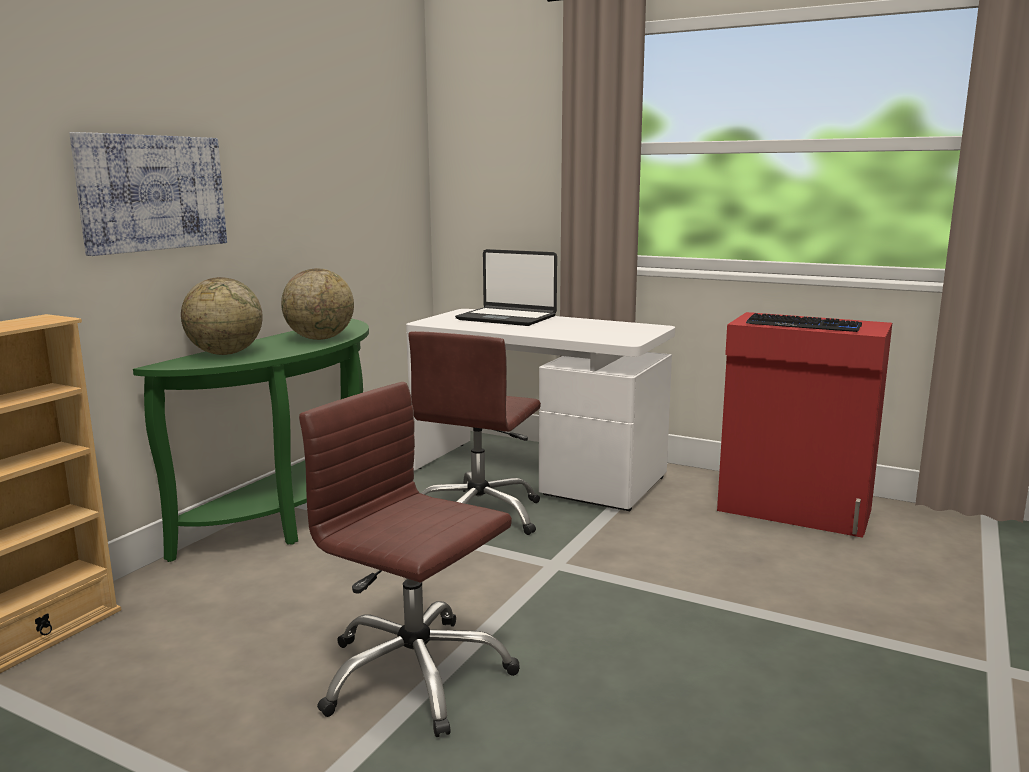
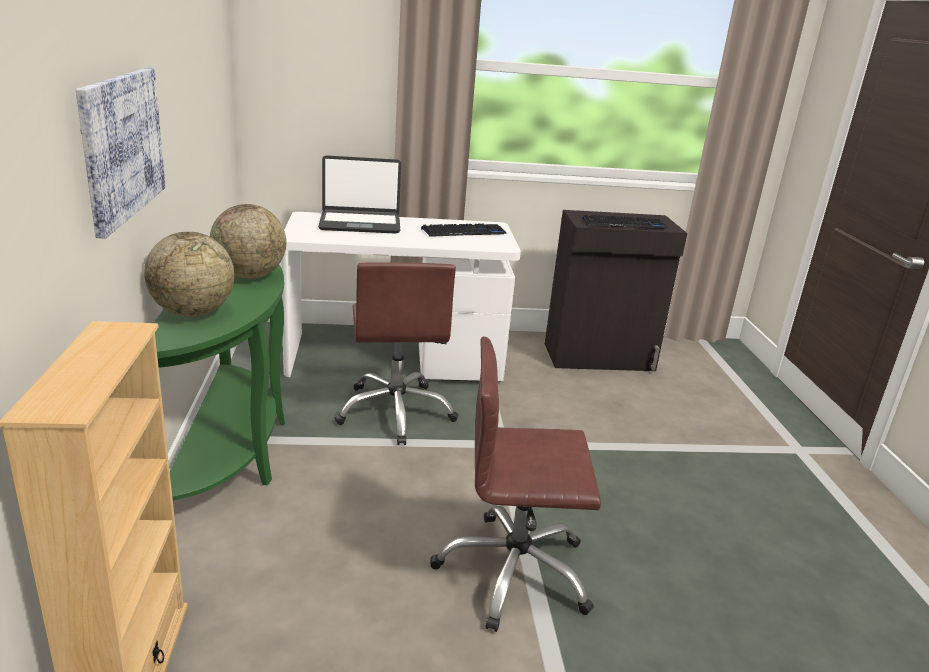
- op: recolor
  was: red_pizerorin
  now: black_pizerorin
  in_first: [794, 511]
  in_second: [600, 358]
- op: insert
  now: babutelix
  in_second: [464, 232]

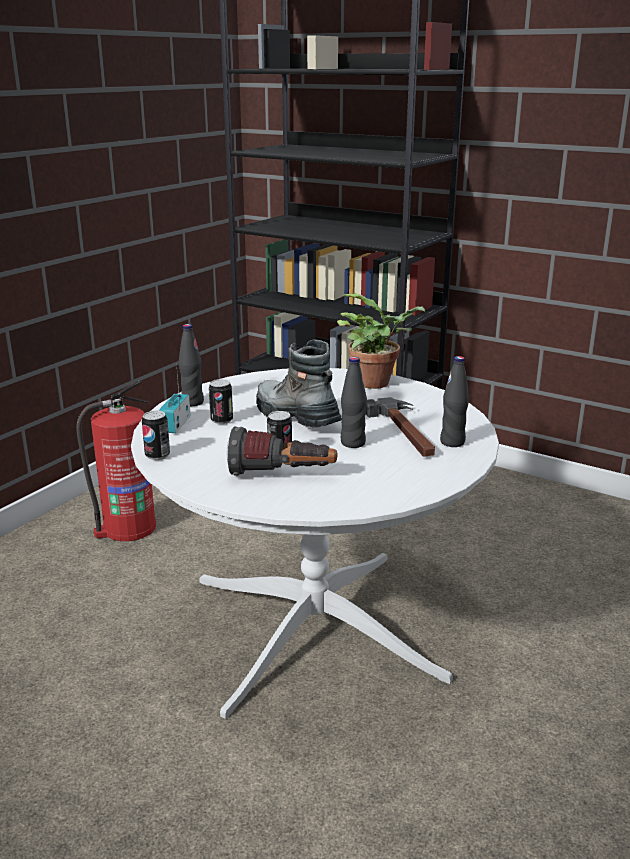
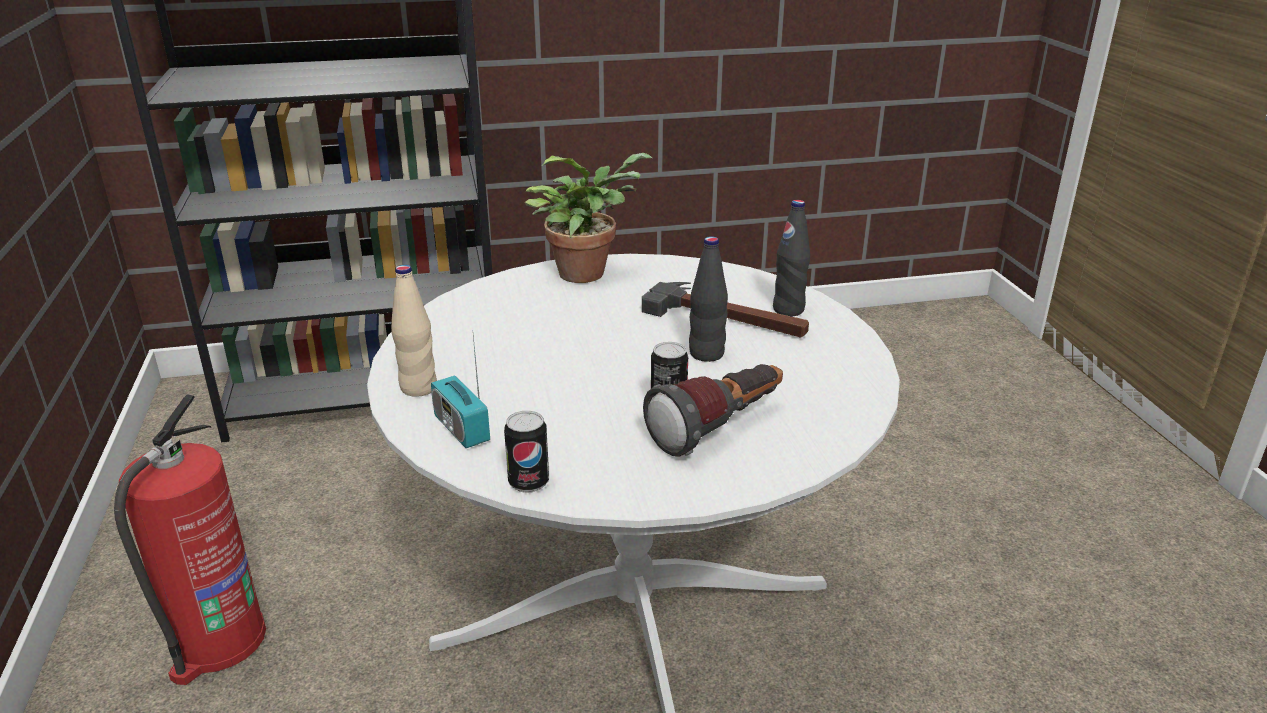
- op: recolor
  was: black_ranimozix
  now: beige_ranimozix
  in_first: [192, 402]
  in_second: [418, 388]
- op: delete
  was: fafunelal
  in_first: [295, 416]
- op: delete
  was: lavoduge
  in_first: [221, 420]

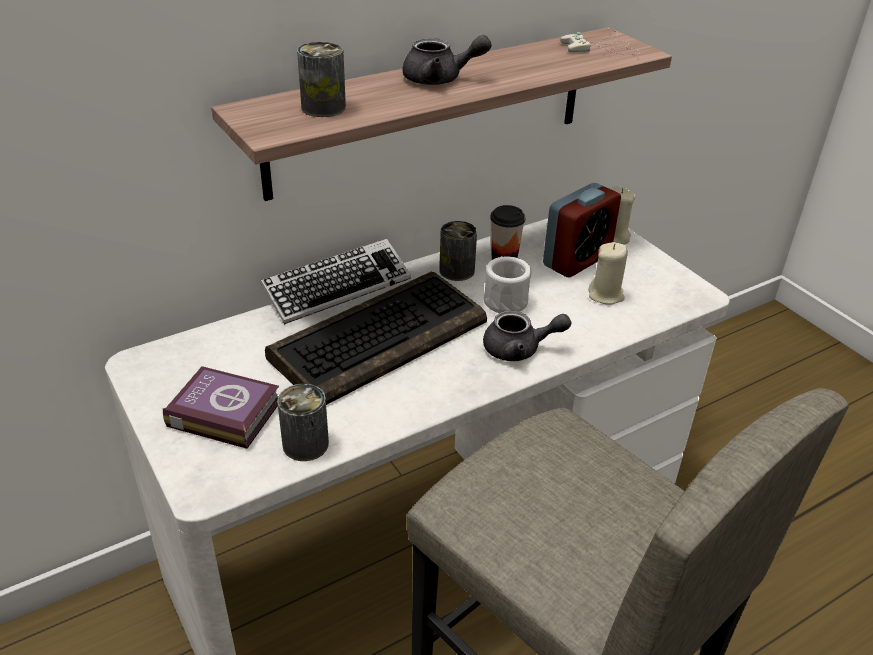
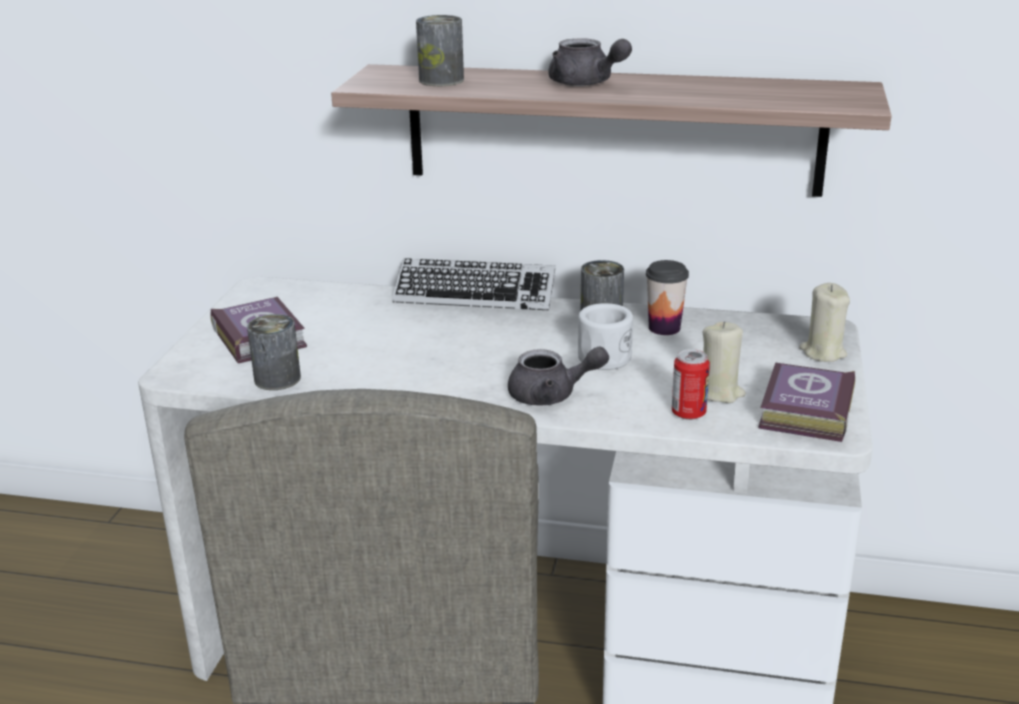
- op: delete
  was: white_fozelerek
  in_first: [602, 48]
- op: delete
  was: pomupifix
  in_first: [577, 260]
- op: delete
  was: babutelix
  in_first: [380, 338]
- op: rotate
  was: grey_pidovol
  in_first: [519, 349]
  in_second: [552, 395]
  clockwise: -45
- op: insert
  now: lavoduge
  in_second: [688, 413]
- op: insert
  now: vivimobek
  in_second: [804, 411]

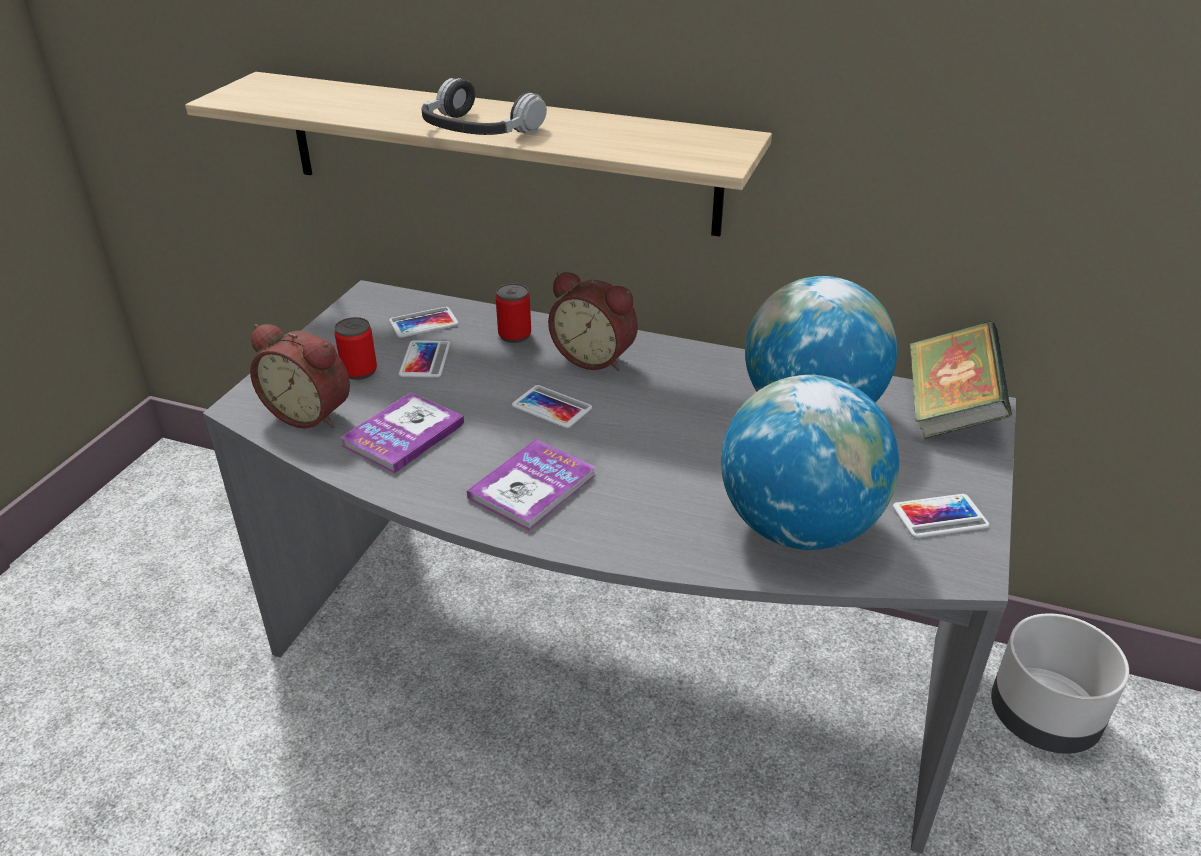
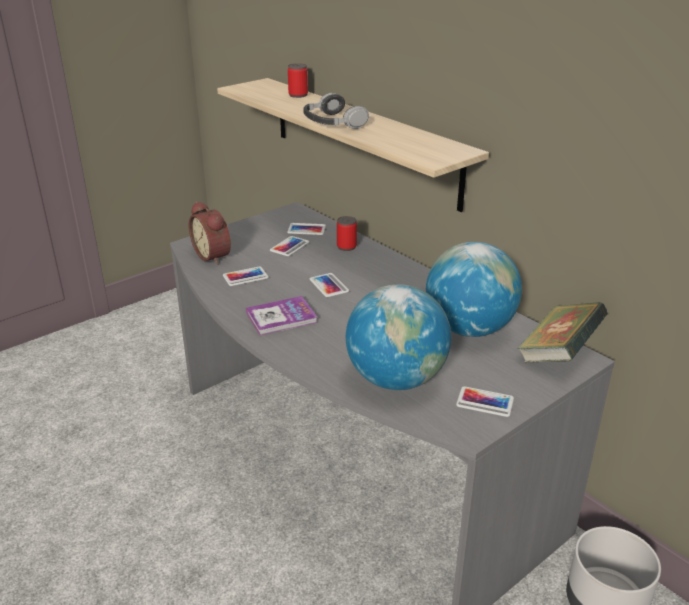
- op: delete
  was: pomupifix
  in_first: [595, 357]
- op: move
  was: lavoduge
  in_first: [359, 371]
  in_second: [298, 95]
- op: replace
  was: vivimobek
  now: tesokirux
  in_first: [403, 434]
  in_second: [245, 277]

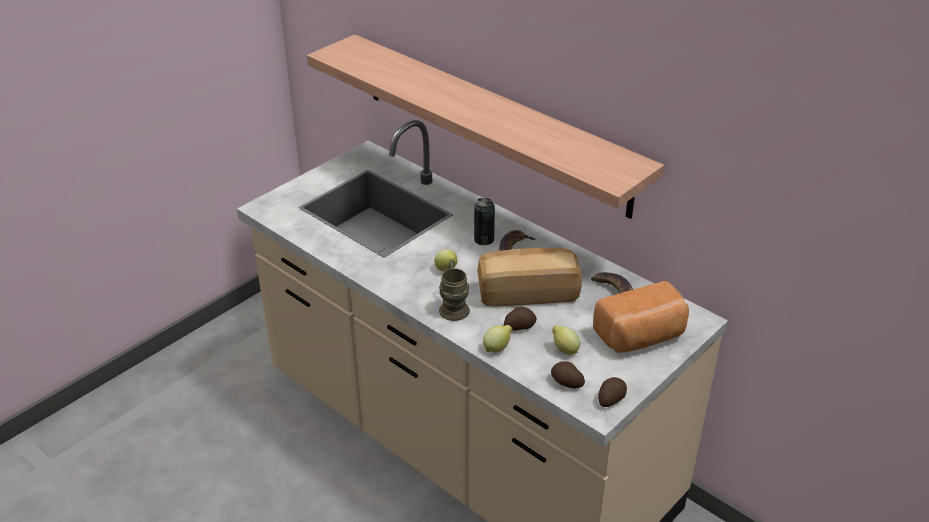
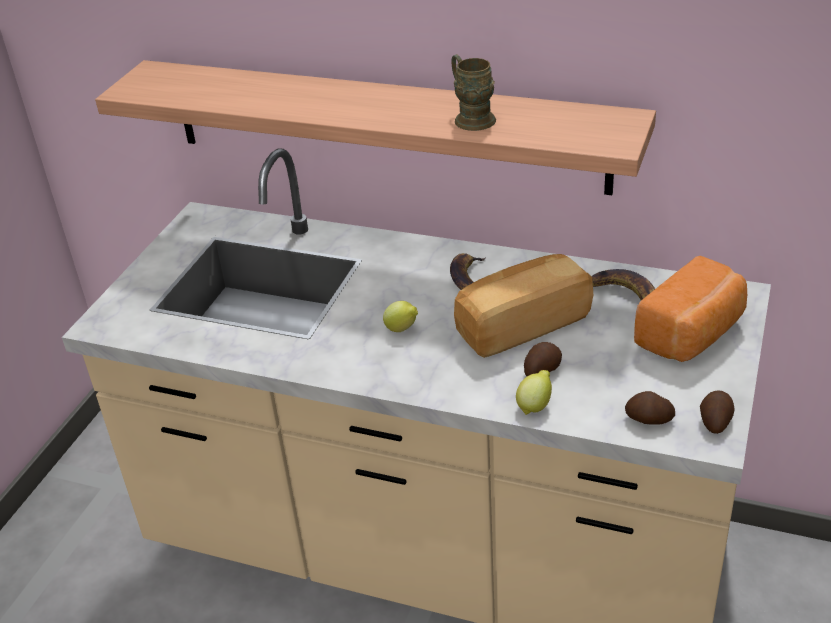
- op: delete
  was: lavoduge
  in_first: [484, 239]
- op: move
  was: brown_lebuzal
  in_first: [453, 306]
  in_second: [470, 117]
- op: delete
  was: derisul
  in_first: [564, 350]

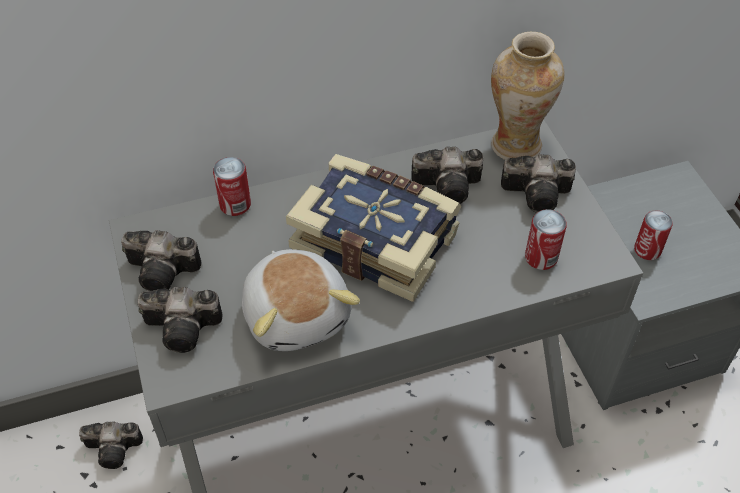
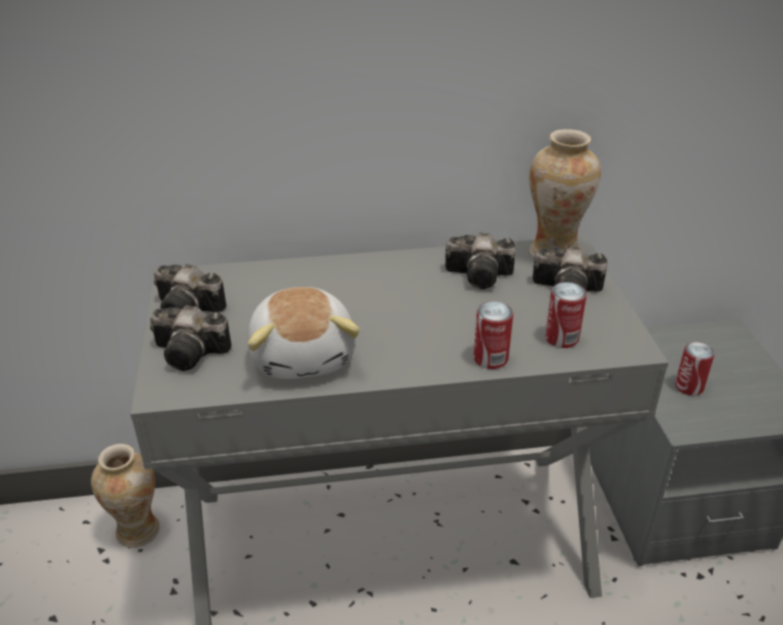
- op: delete
  was: vivimobek
  in_first: [376, 239]
- op: move
  was: lavoduge
  in_first: [235, 204]
  in_second: [490, 358]
- op: replace
  was: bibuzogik
  now: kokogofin
  in_first: [116, 449]
  in_second: [138, 531]

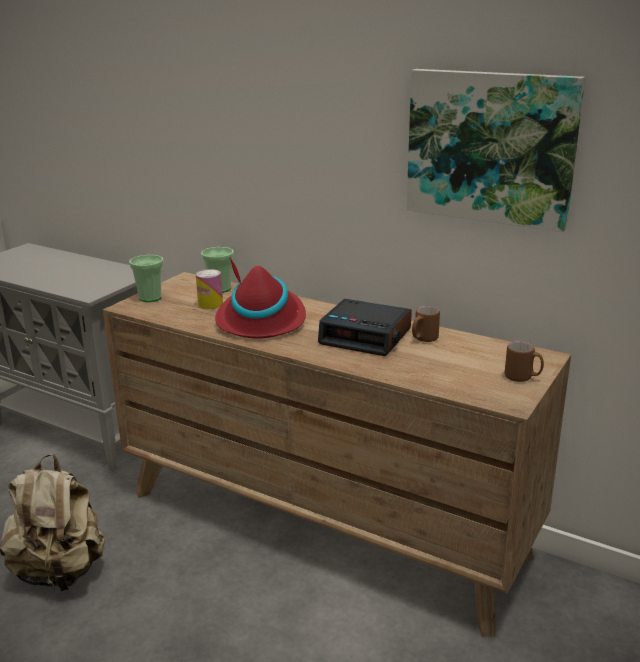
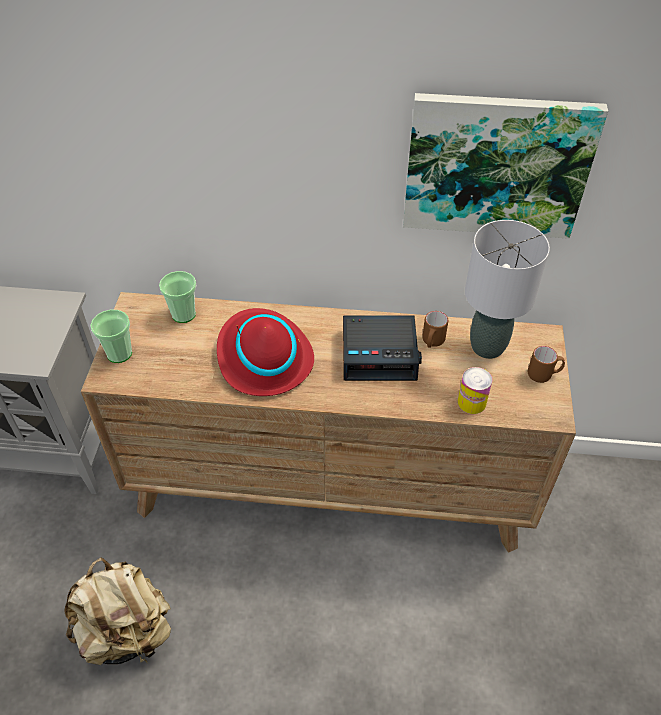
- op: move
  was: lavoduge
  in_first: [210, 304]
  in_second: [471, 402]
- op: insert
  now: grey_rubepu
  in_second: [487, 347]

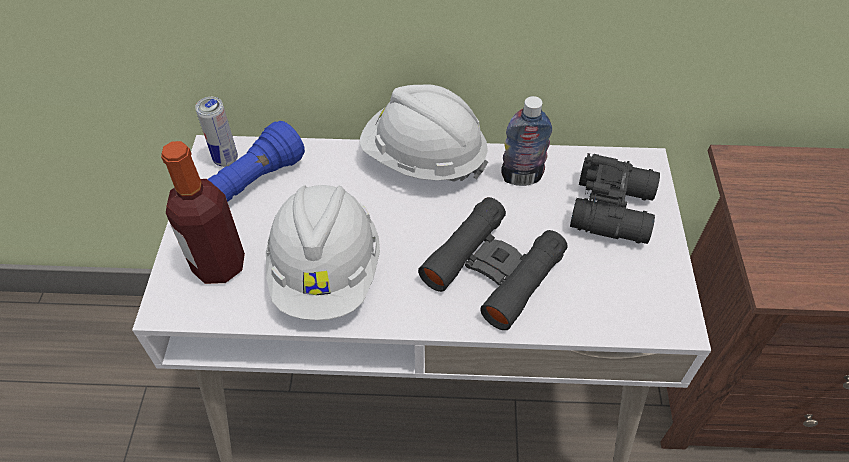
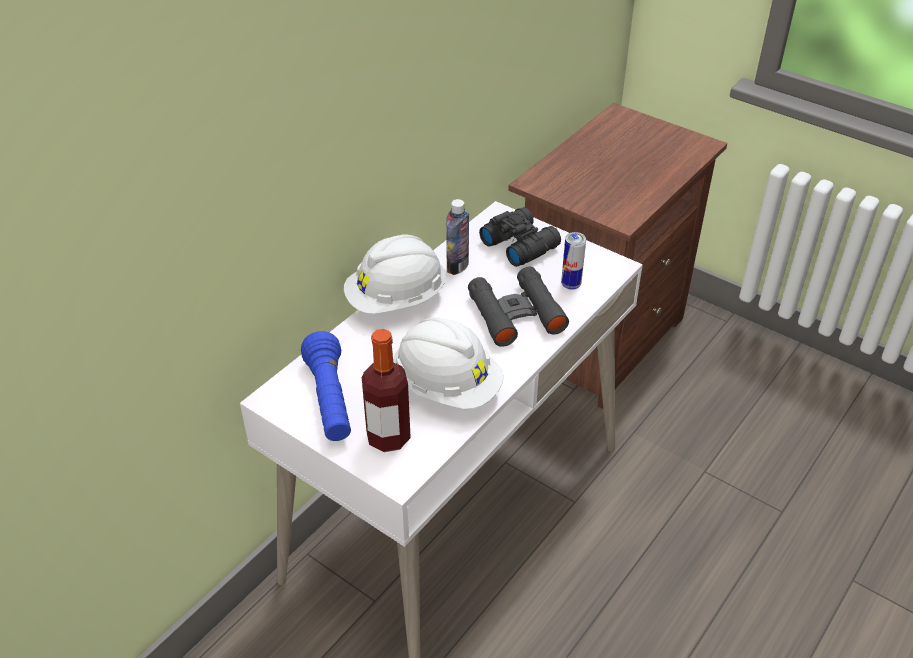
- op: move
  was: lavoduge
  in_first: [226, 159]
  in_second: [571, 285]

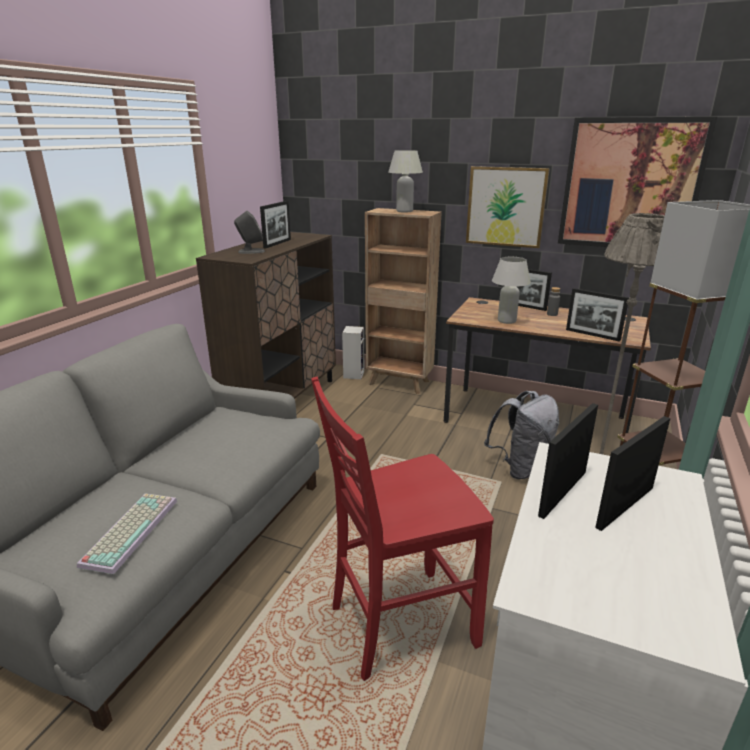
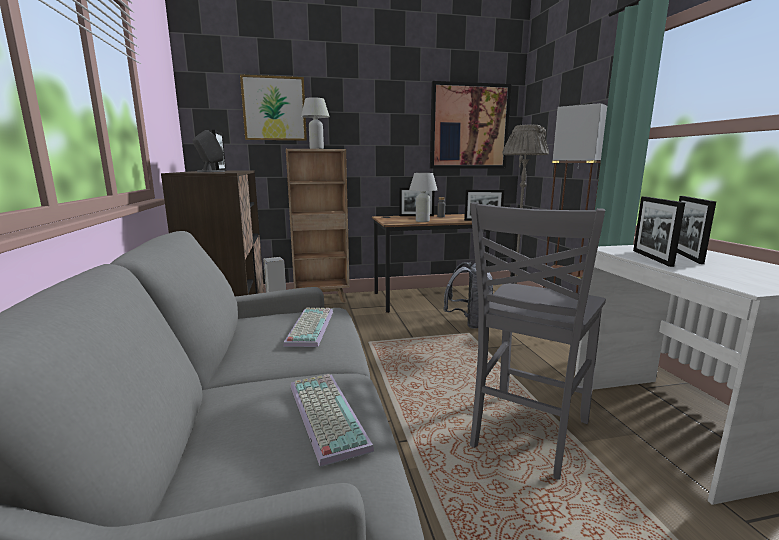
- op: move
  was: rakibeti
  in_first: [506, 207]
  in_second: [274, 109]
- op: recolor
  was: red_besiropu
  now: grey_besiropu
  in_first: [398, 623]
  in_second: [526, 433]
- op: insert
  now: babutelix
  in_second: [309, 327]

